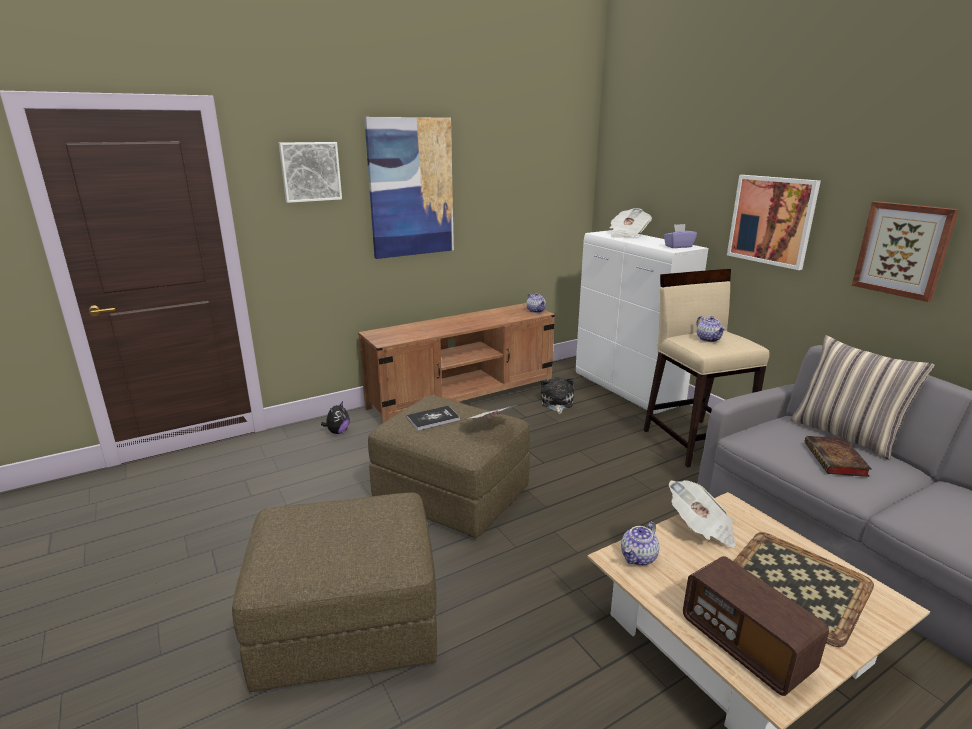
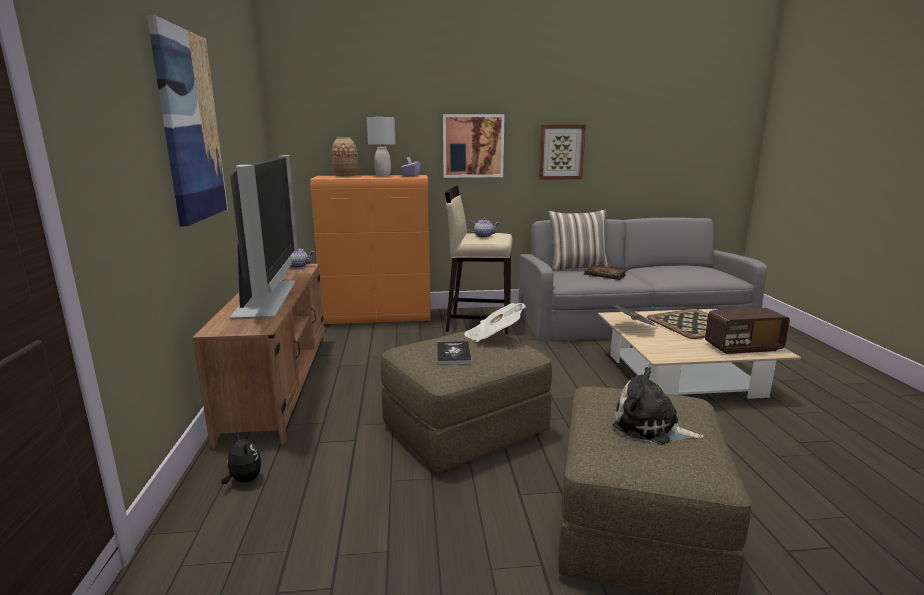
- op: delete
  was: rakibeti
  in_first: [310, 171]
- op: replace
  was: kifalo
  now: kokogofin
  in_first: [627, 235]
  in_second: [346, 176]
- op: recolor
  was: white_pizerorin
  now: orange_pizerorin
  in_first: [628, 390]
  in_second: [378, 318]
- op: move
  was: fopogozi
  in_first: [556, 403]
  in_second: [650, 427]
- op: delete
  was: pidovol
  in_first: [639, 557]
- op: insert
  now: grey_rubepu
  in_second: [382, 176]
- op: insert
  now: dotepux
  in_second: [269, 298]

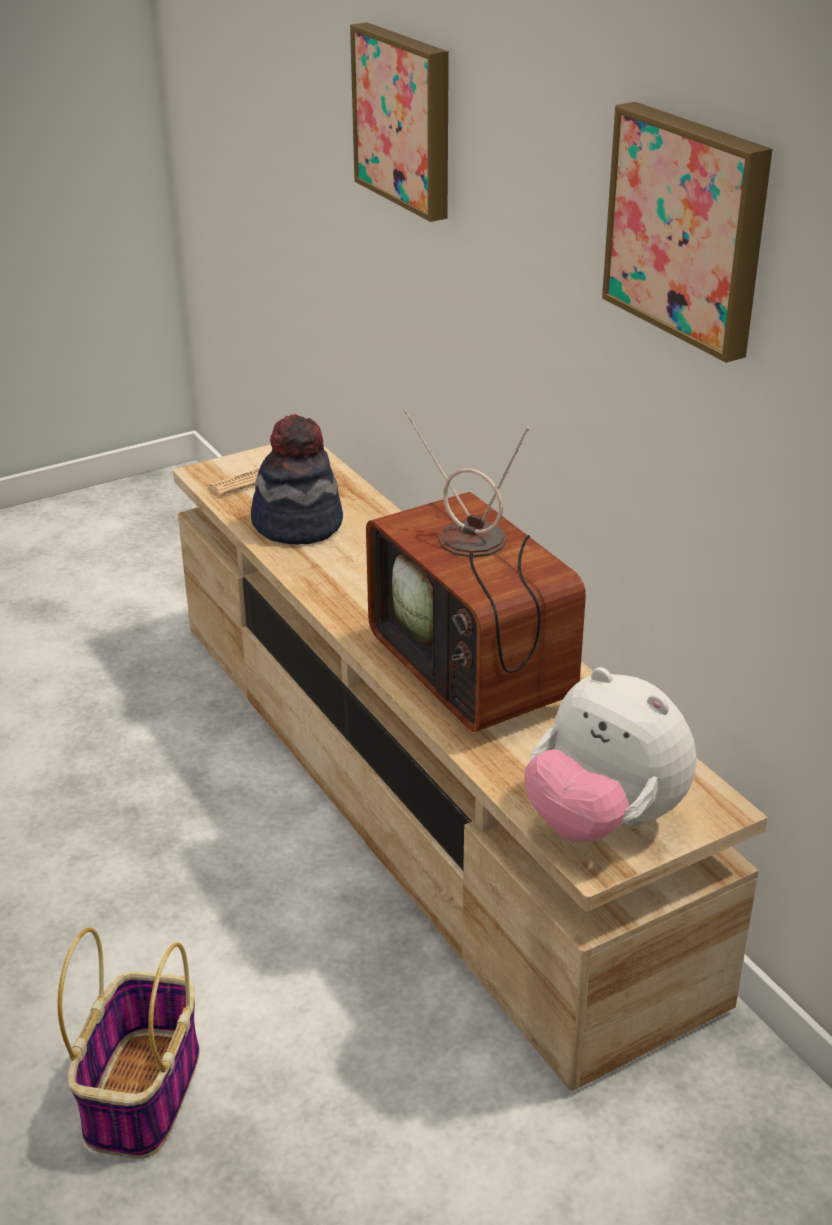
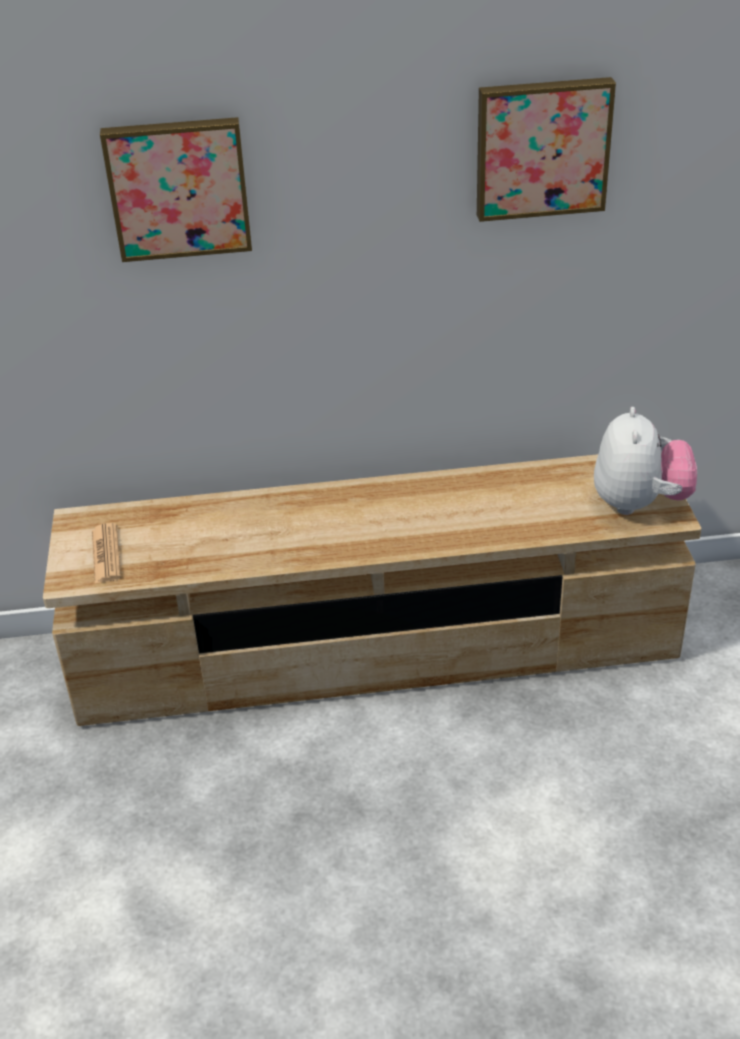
- op: delete
  was: dotepux
  in_first: [481, 676]
- op: delete
  was: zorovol
  in_first: [297, 524]
- op: rotate
  was: fopogozi
  in_first: [604, 821]
  in_second: [639, 503]
  clockwise: -60
- op: delete
  was: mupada
  in_first: [143, 1091]

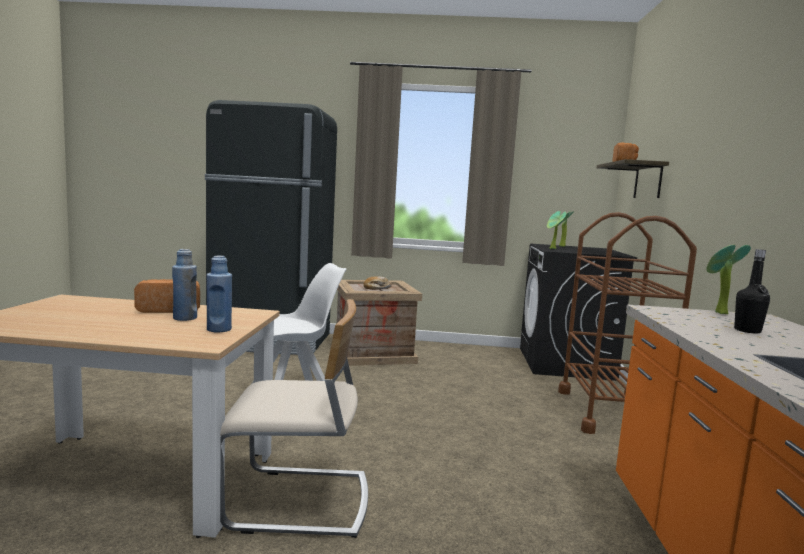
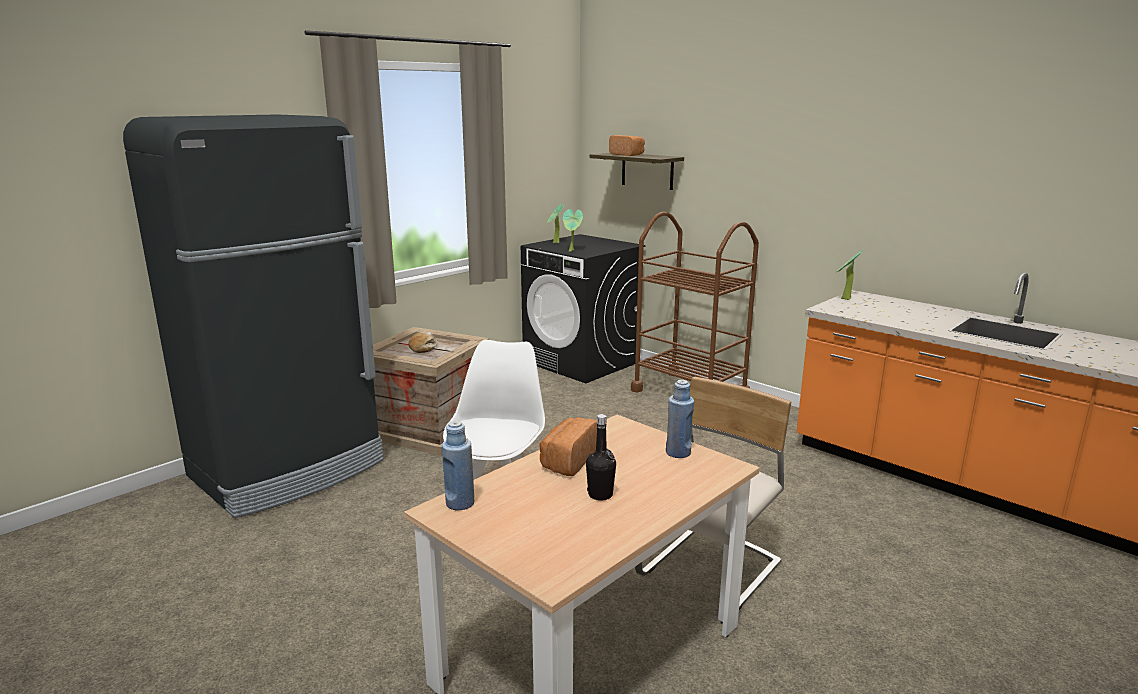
- op: move
  was: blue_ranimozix
  in_first: [185, 318]
  in_second: [460, 503]
- op: move
  was: black_ranimozix
  in_first: [747, 330]
  in_second: [600, 495]

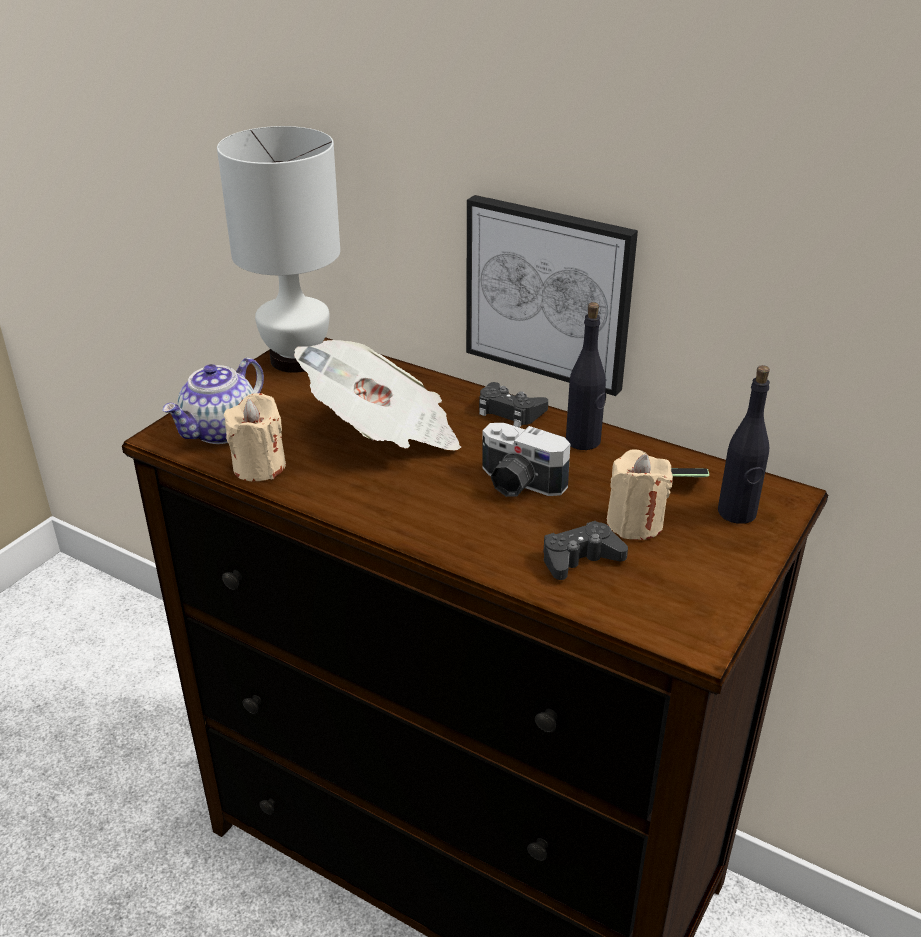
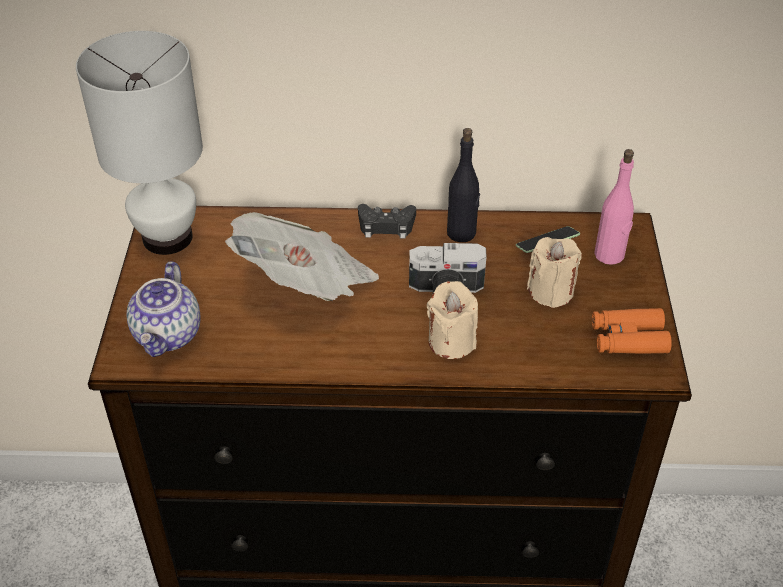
- op: delete
  was: rakibeti
  in_first: [549, 293]
- op: recolor
  was: black_ranimozix
  now: pink_ranimozix
  in_first: [737, 513]
  in_second: [609, 255]
- op: move
  was: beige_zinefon
  in_first: [259, 467]
  in_second: [451, 341]
- op: delete
  was: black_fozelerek
  in_first: [580, 559]
- op: insert
  now: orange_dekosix
  in_second: [628, 338]

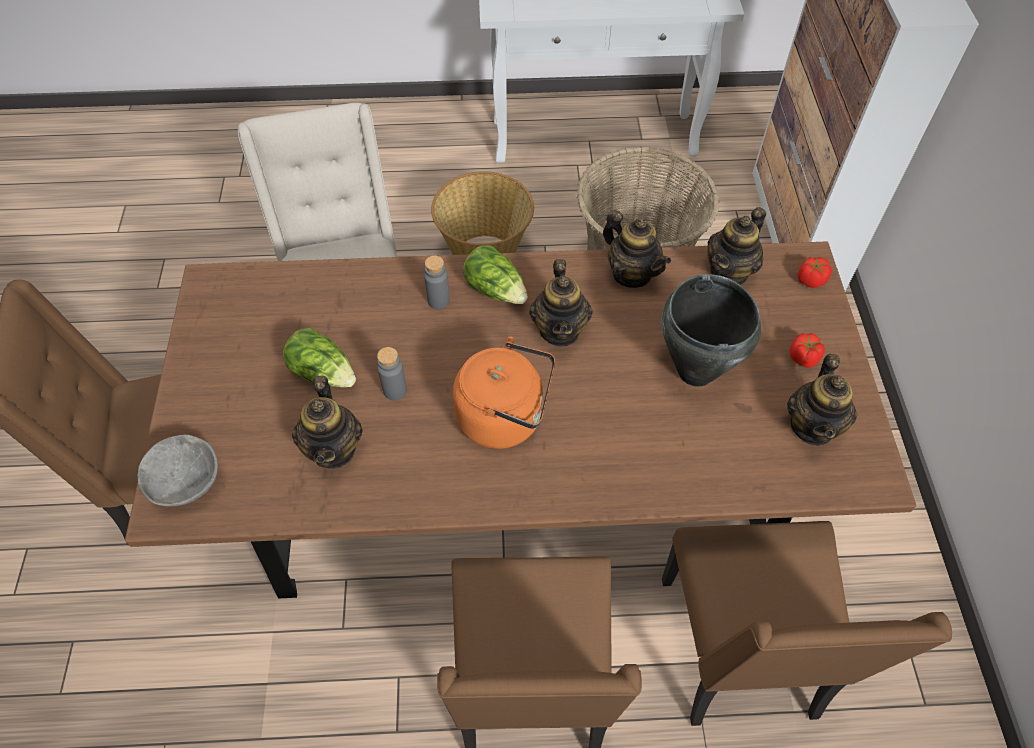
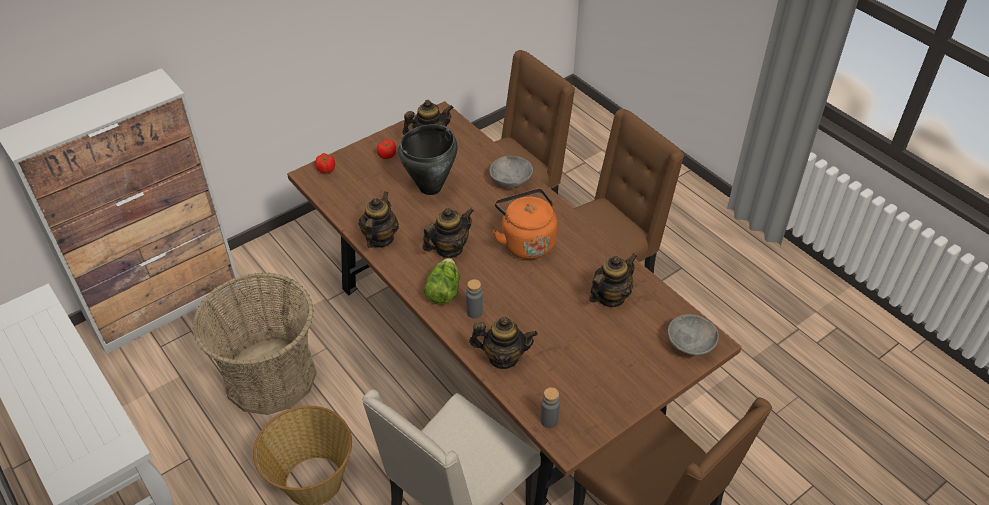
- op: move
  was: pidovol
  in_first: [729, 272]
  in_second: [503, 357]
- op: delete
  was: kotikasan
  in_first: [324, 372]
- op: move
  was: grey_ranimozix
  in_first: [395, 390]
  in_second: [549, 420]
- op: insert
  now: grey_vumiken
  in_second: [511, 181]

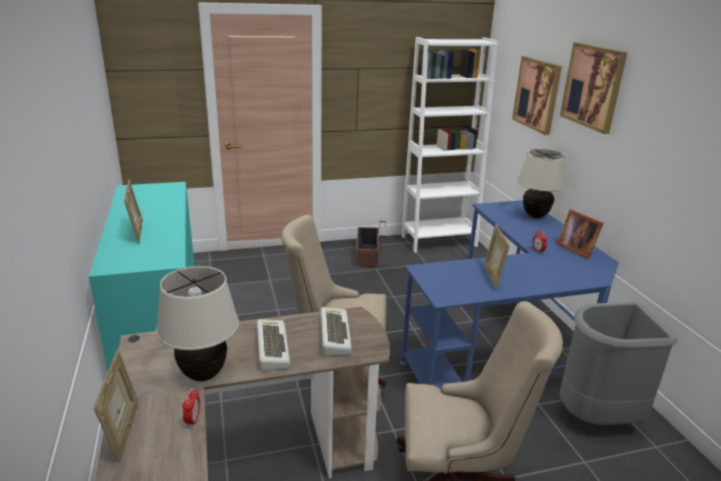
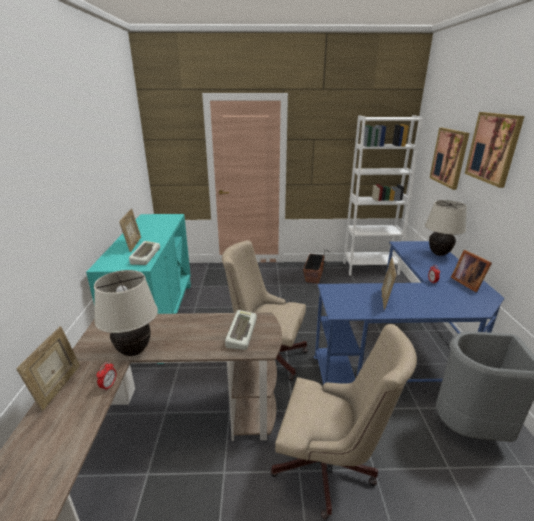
- op: move
  was: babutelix
  in_first: [271, 348]
  in_second: [145, 256]

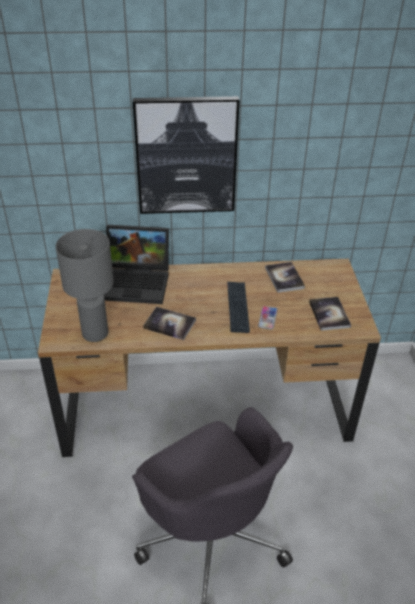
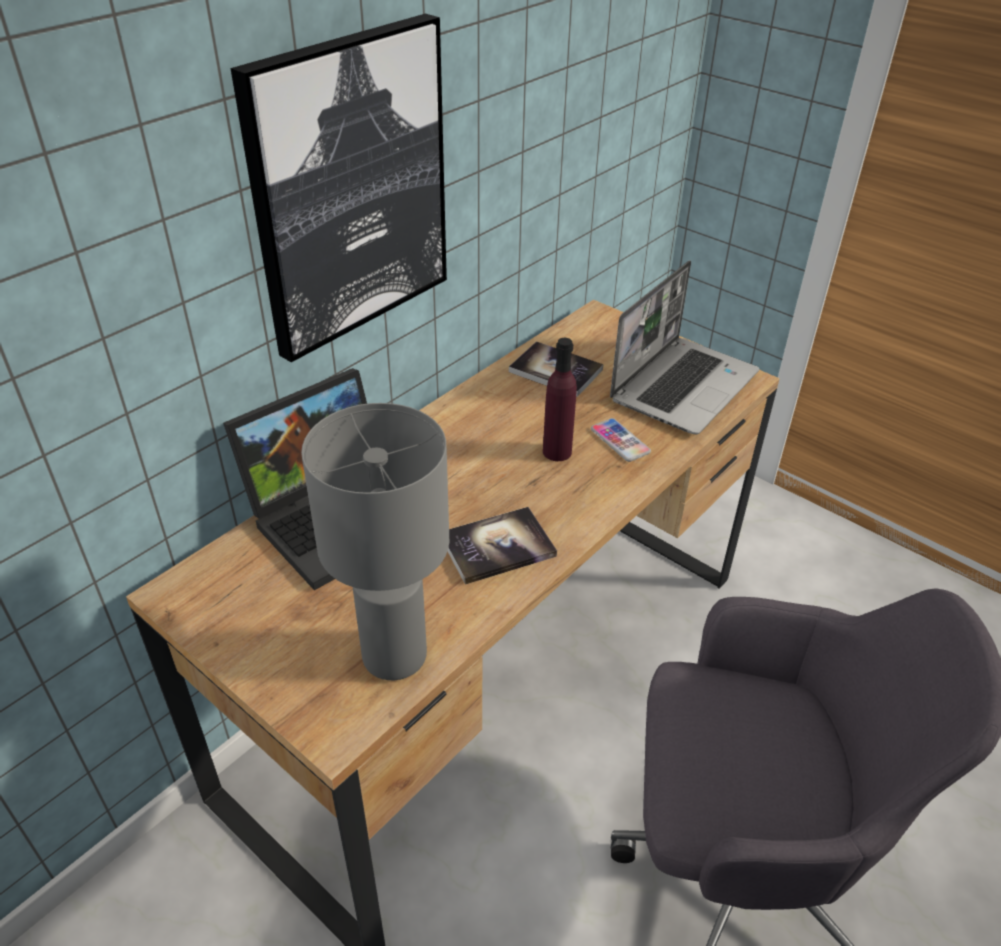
- op: replace
  was: babutelix
  now: purple_ranimozix
  in_first: [237, 307]
  in_second: [557, 452]
- op: replace
  was: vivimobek
  now: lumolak
  in_first: [329, 314]
  in_second: [683, 386]

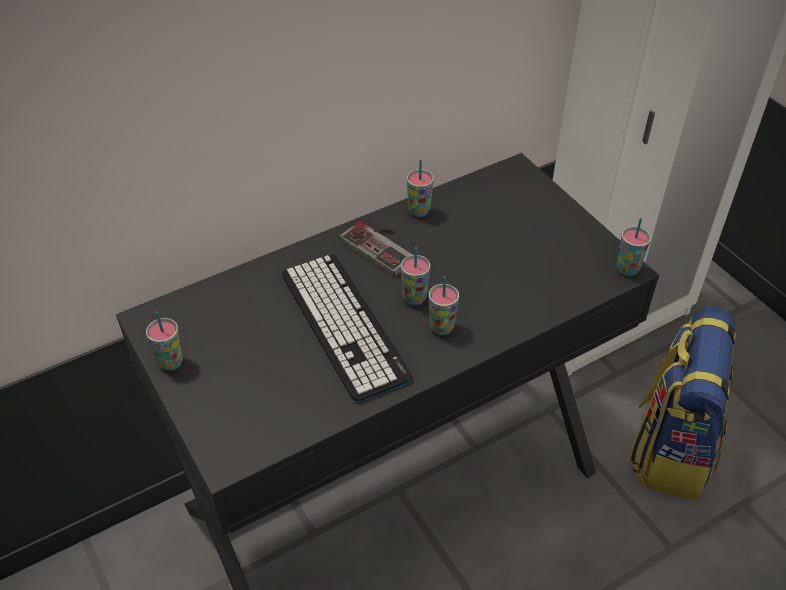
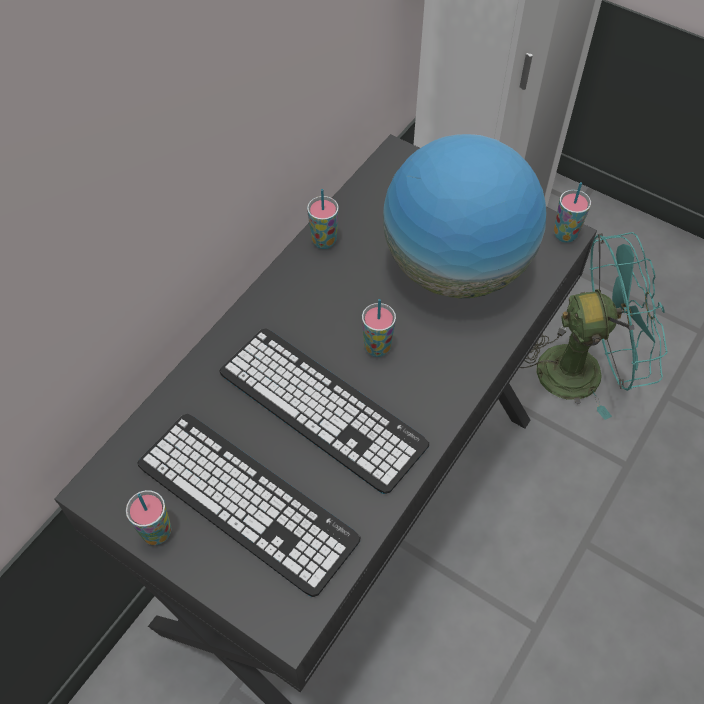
- op: delete
  was: fozelerek
  in_first: [383, 246]
- op: delete
  was: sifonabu
  in_first: [441, 327]
- op: replace
  was: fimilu
  now: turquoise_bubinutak
  in_first: [670, 448]
  in_second: [583, 368]
- op: insert
  now: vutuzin
  in_second: [455, 268]
- op: insert
  now: babutelix
  in_second: [246, 502]

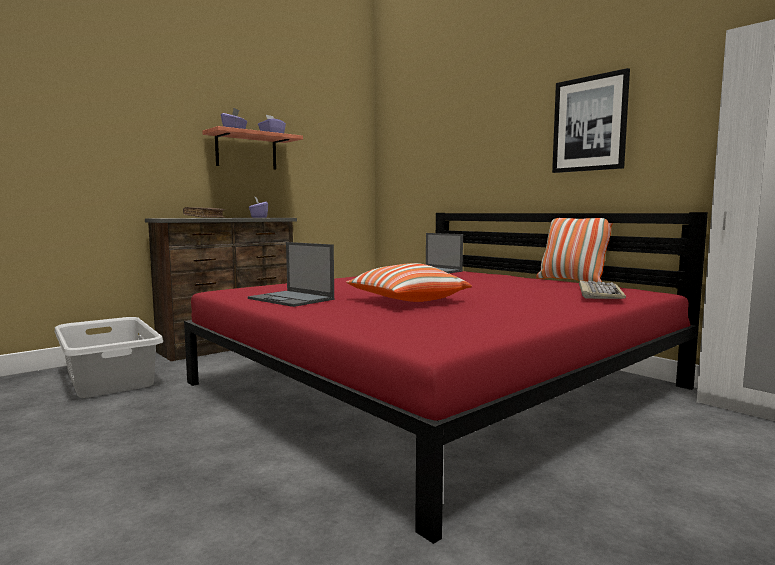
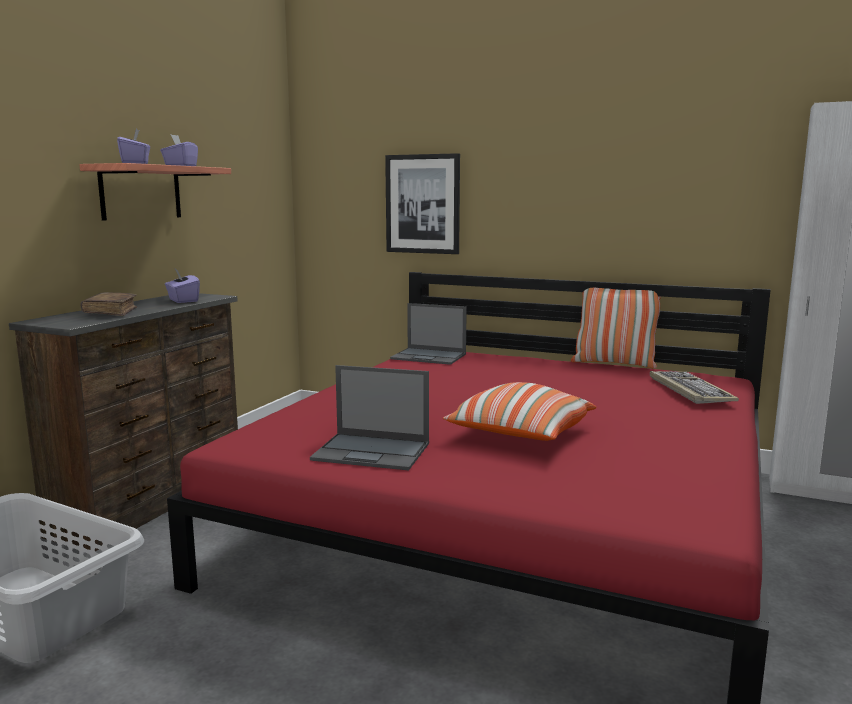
- op: move
  was: rakibeti
  in_first: [589, 124]
  in_second: [423, 204]

